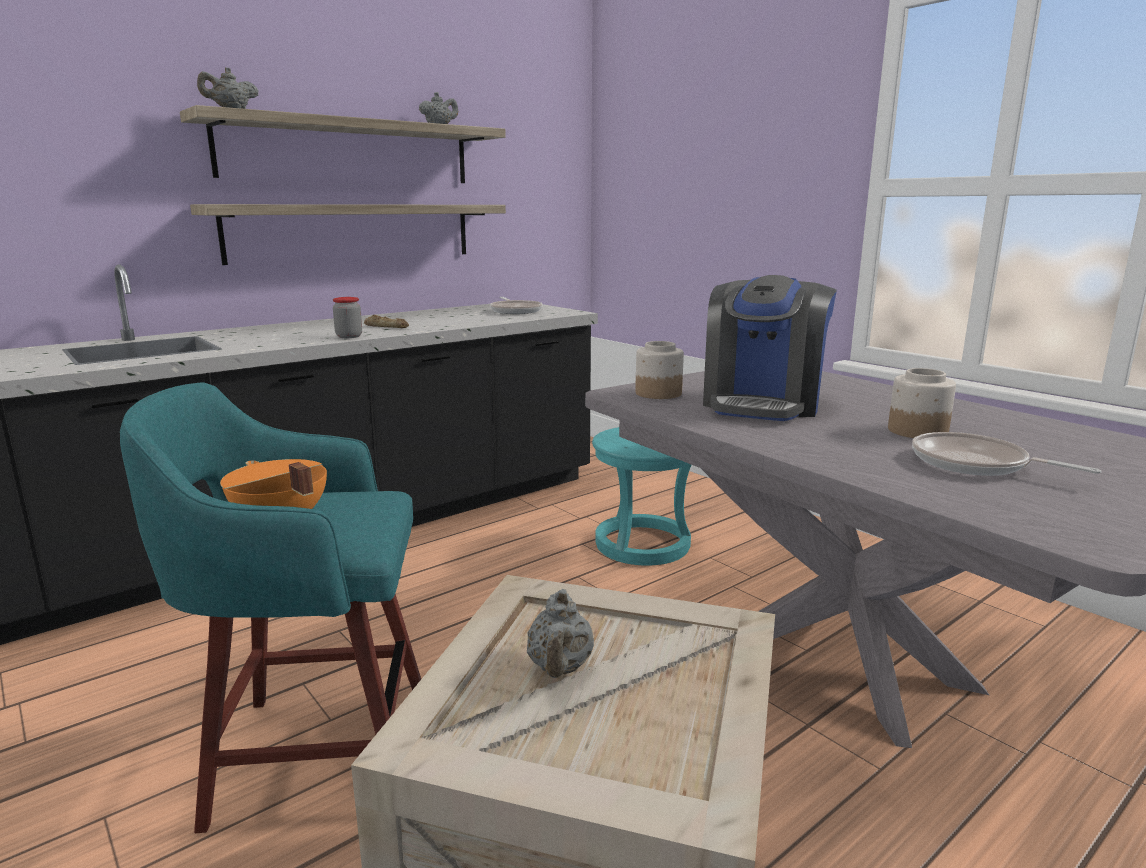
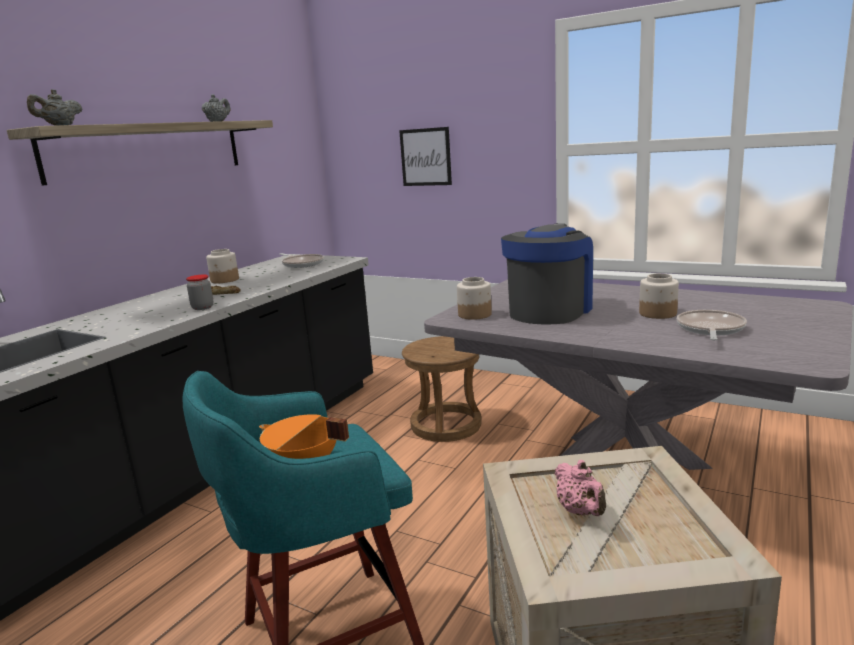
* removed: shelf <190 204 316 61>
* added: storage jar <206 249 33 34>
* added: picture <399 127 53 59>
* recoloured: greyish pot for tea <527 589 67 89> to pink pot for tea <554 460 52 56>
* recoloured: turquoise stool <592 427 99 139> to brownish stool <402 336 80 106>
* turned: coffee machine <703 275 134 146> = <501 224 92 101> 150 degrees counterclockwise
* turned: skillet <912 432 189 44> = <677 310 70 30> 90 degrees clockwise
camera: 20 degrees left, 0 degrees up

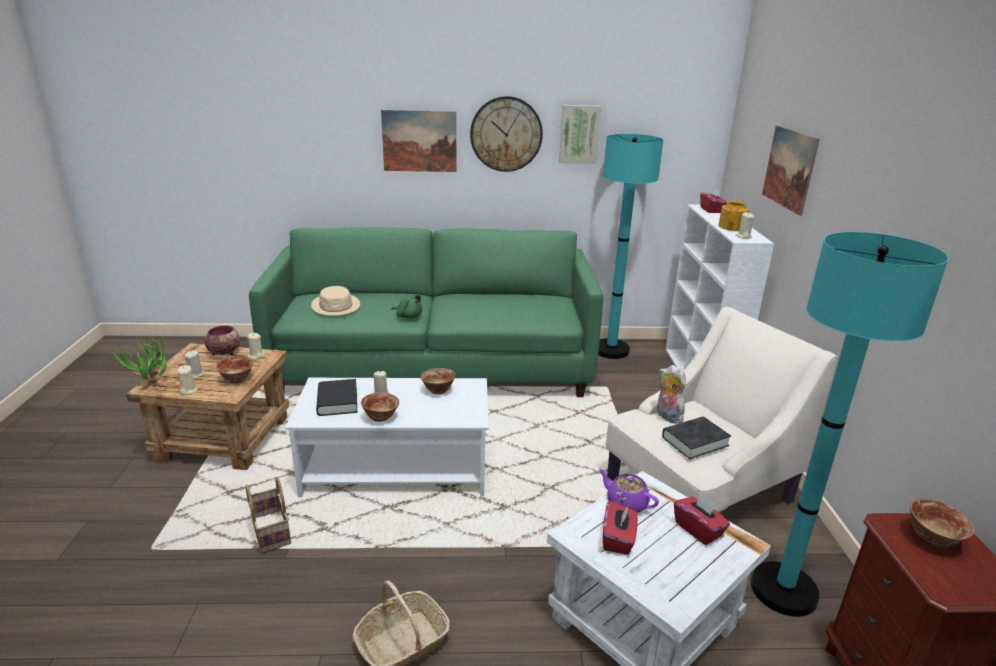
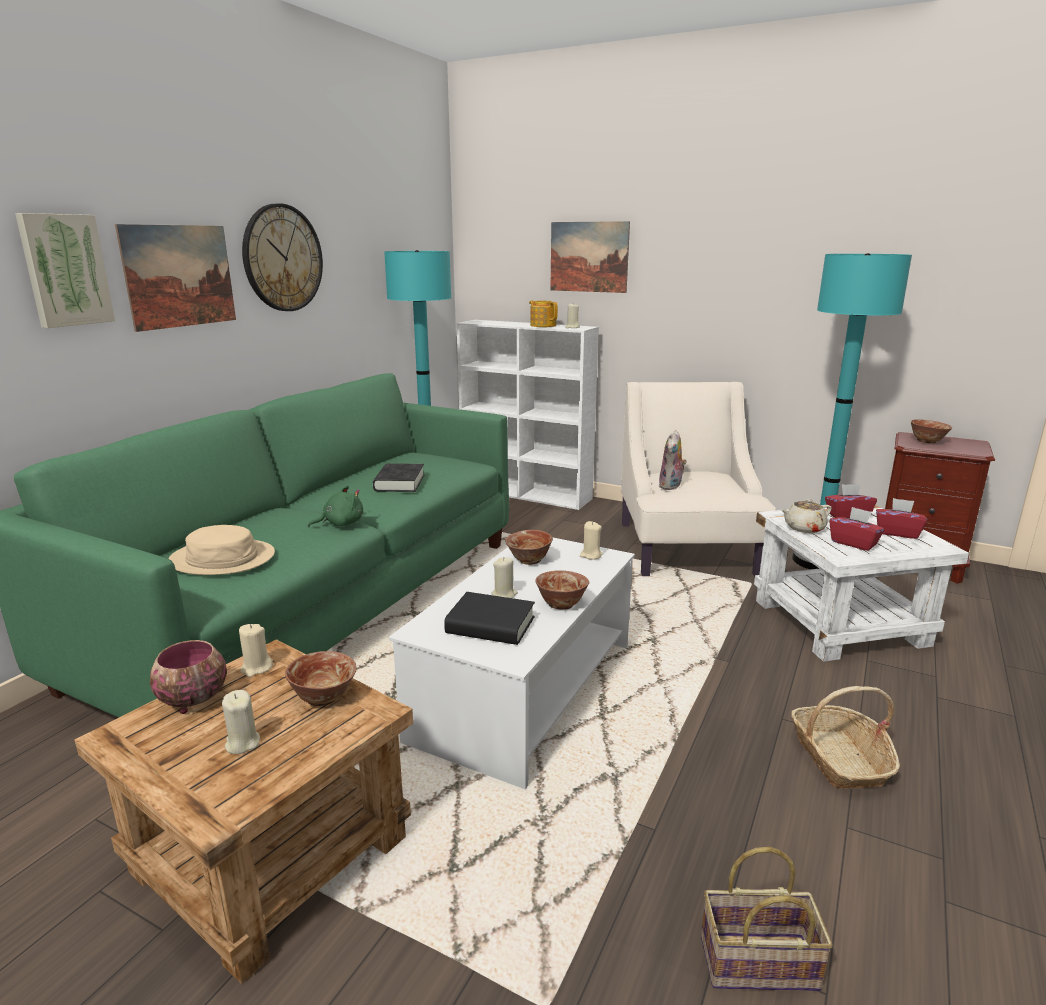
* removed: plant in a pot <110 336 57 47>
* moved: beige wax candle <178 365 19 30> to <580 521 22 39>
* moved: basket <245 477 46 77> to <701 847 132 144>
* moved: picture <559 105 42 59> to <15 213 100 115>
* moved: black-coloured bound book <662 417 69 42> to <373 463 51 29>
* moved: reddish tissue box <700 188 27 25> to <876 498 51 41>
* recoloured: purple pot for tea <599 469 60 44> to beige pot for tea <781 499 51 34>
* turned: cuddly toy <657 365 29 59> = <659 430 28 60> 60 degrees counterclockwise
camera: 60 degrees left, 5 degrees down

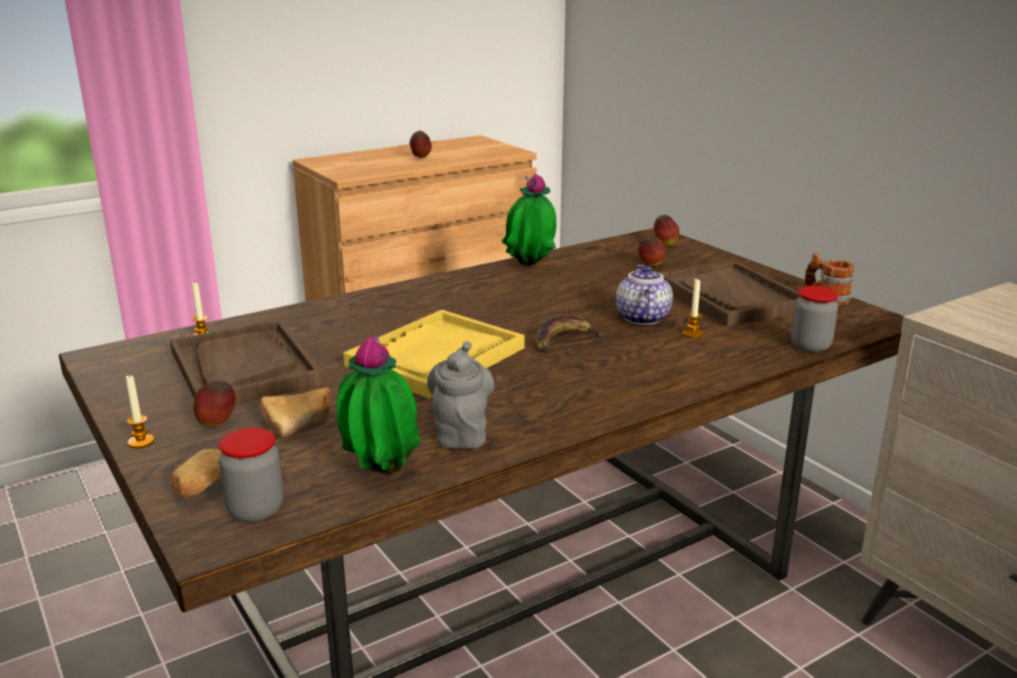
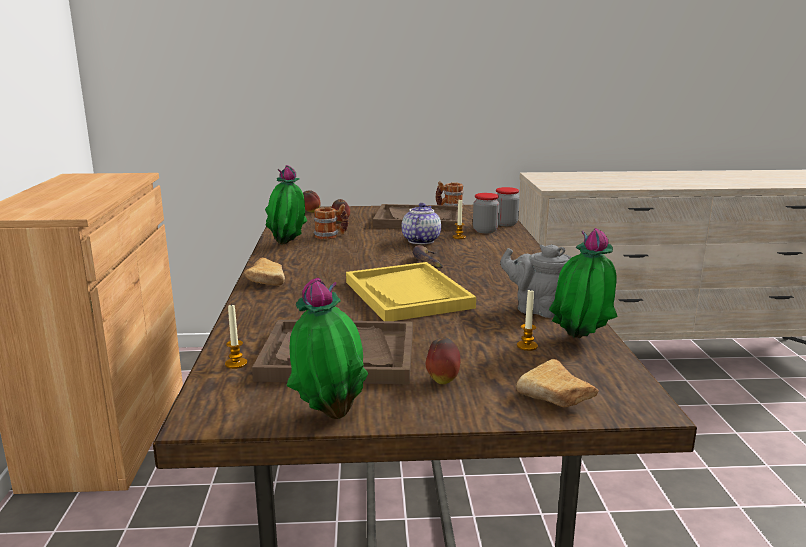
* removed: apple fruit <410 131 22 27>
* added: plant in a pot <287 278 81 141>
* added: coffee mug <313 204 36 36>
* moved: wax candle <126 375 28 73> to <517 290 21 61>
* moved: storage jar <219 428 64 94> to <473 193 26 40>
* moved: bakery bread <259 387 72 51> to <244 258 41 28>
* turned: pot for tea <616 265 57 60> = <402 203 39 41> 75 degrees clockwise
camera: 60 degrees left, 5 degrees down

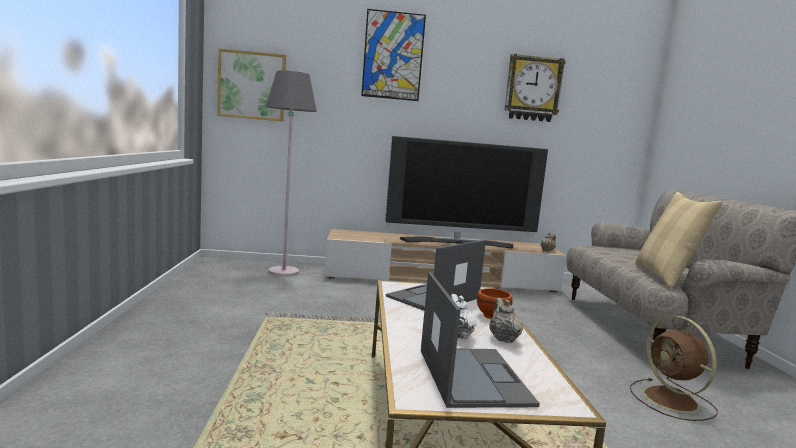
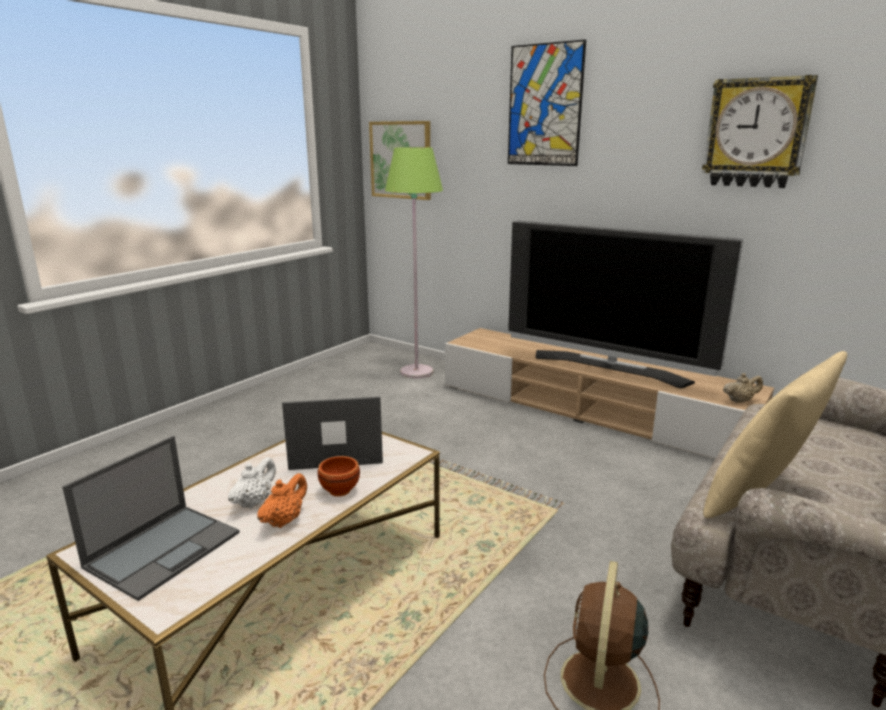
* recoloured: greyish standing lamp <266 70 51 207> to greenish standing lamp <385 147 58 232>
* recoloured: beige pot for tea <489 297 34 46> to orangey pot for tea <257 473 50 55>
camera: 40 degrees right, 10 degrees up

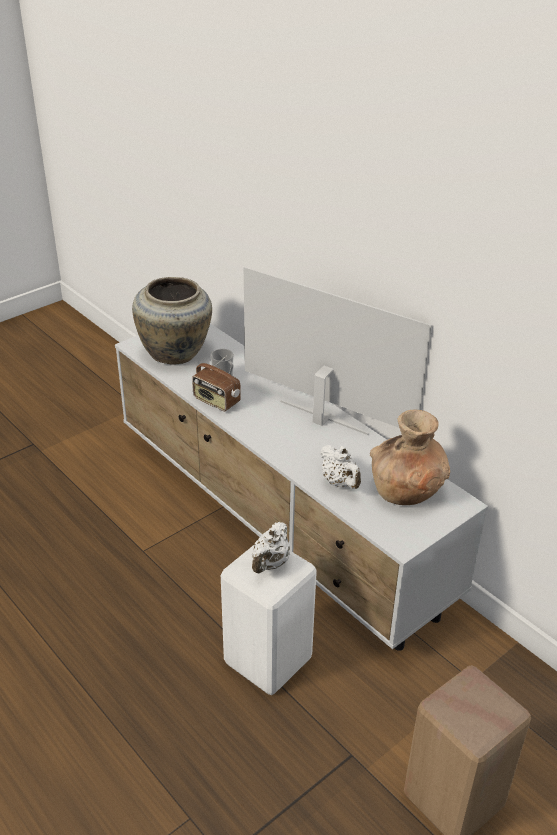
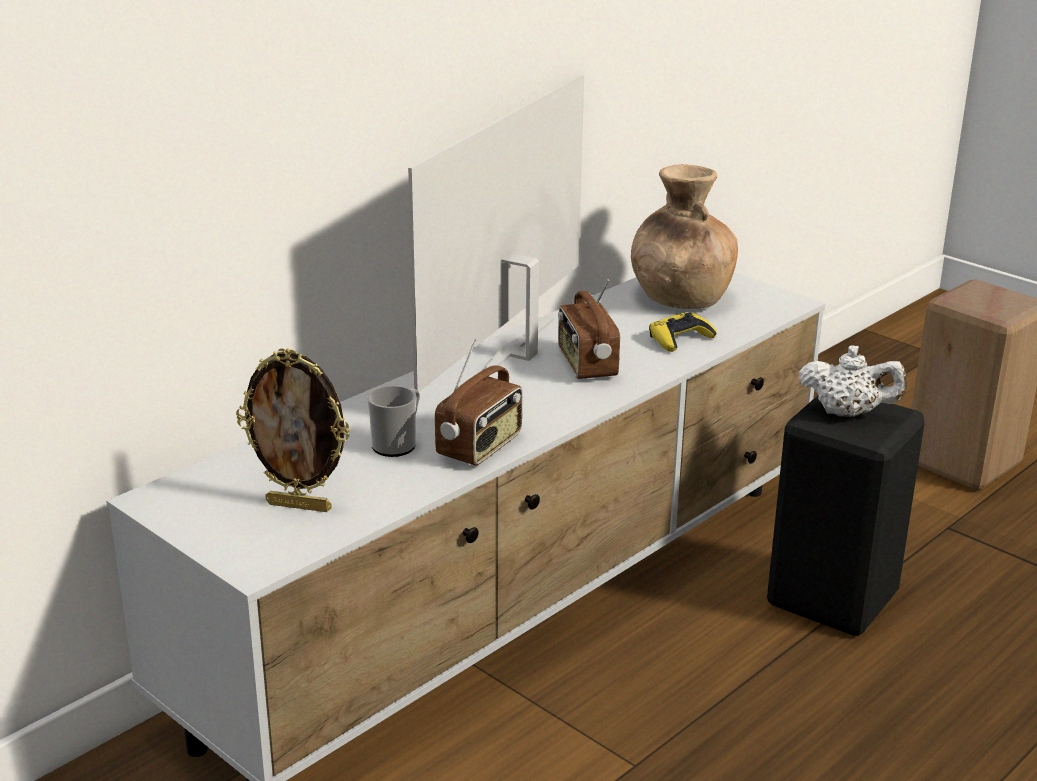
* added: radio <558 279 62 100>
* replaced: beige decorative vase <132 277 80 88> to photo frame <236 348 114 164>
* replaced: white pot for tea <320 445 41 44> to yellow game controller <649 312 68 40>
* recoloured: white stool <221 545 96 150> to black-coloured stool <767 396 157 240>
camera: 95 degrees left, 10 degrees down

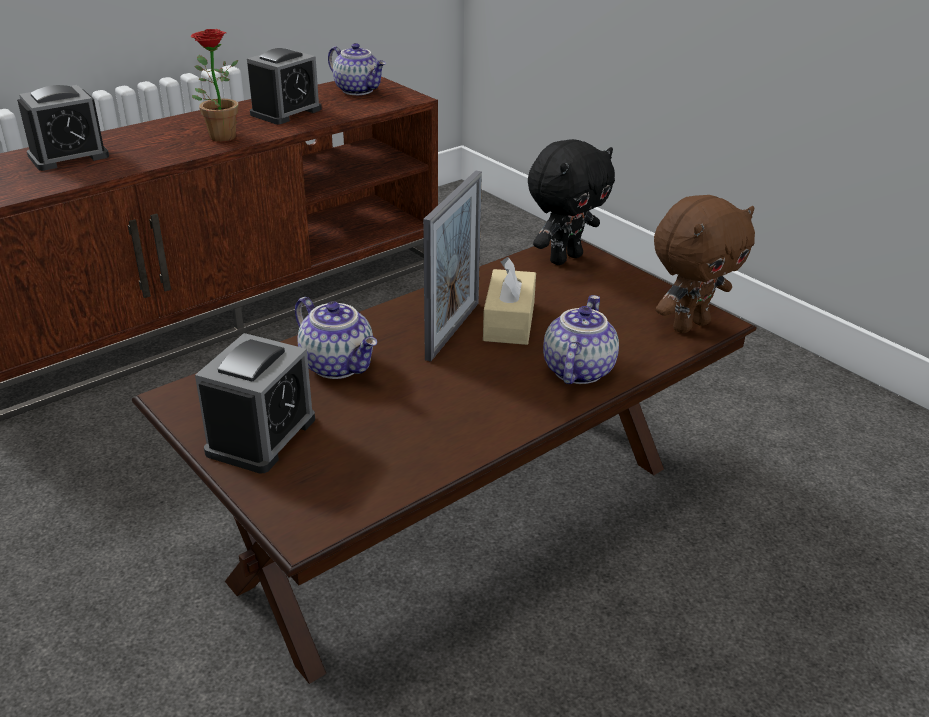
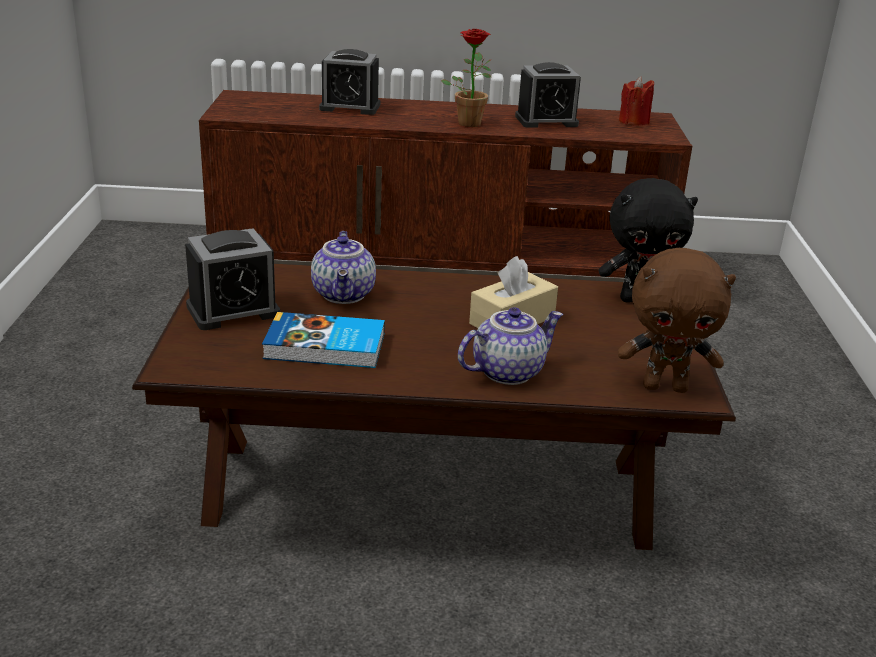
* removed: photo frame <423 170 59 192>
* added: bound book <262 312 123 56>
* replaced: pot for tea <328 43 58 52> to reddish wax candle <619 77 35 49>
camera: 40 degrees right, 5 degrees down

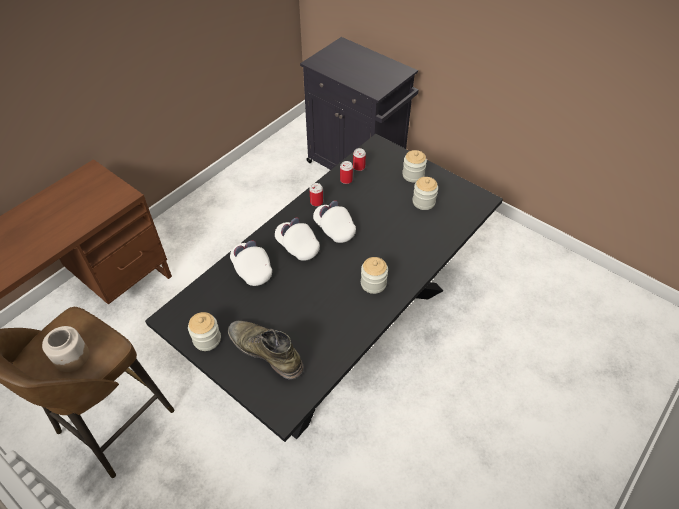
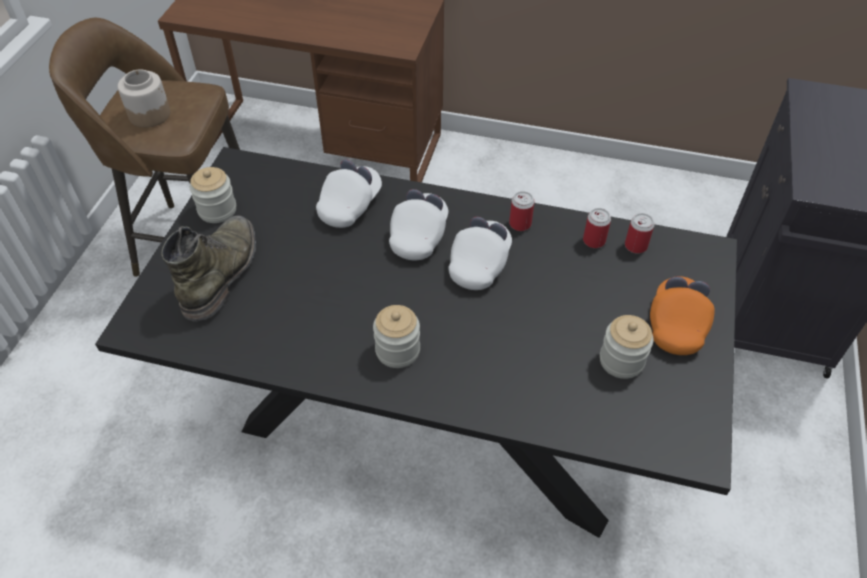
* replaced: storage jar <402 150 25 33> to orangey peaked cap <650 276 65 79>
camera: 65 degrees right, 0 degrees up

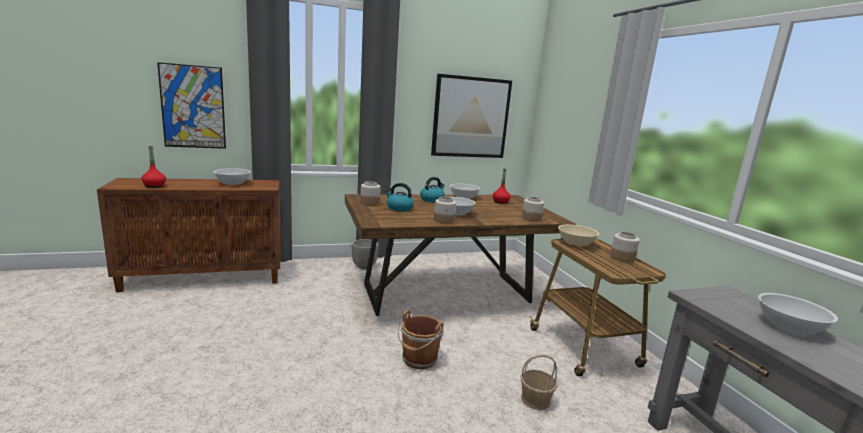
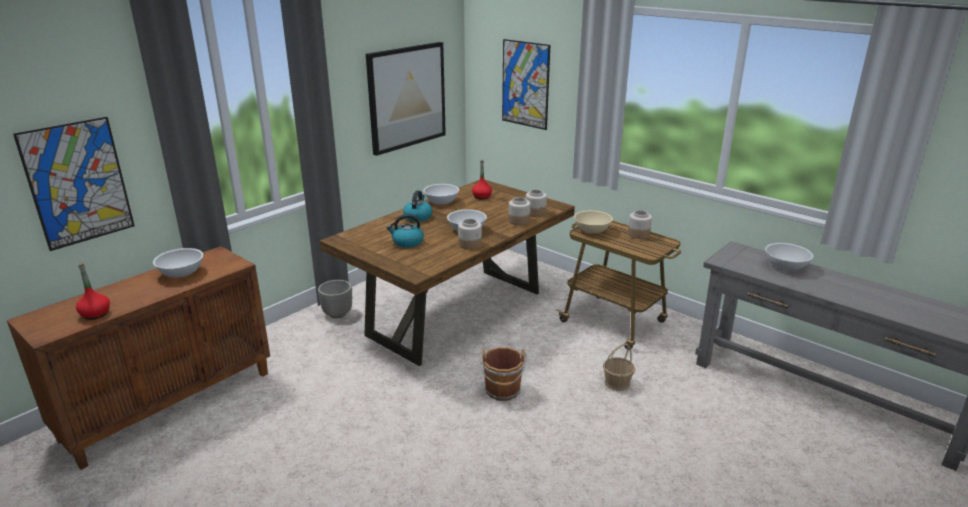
* added: picture <502 39 48 91>
* moved: storage jar <360 181 21 24> to <509 197 22 29>
camera: 30 degrees left, 10 degrees up

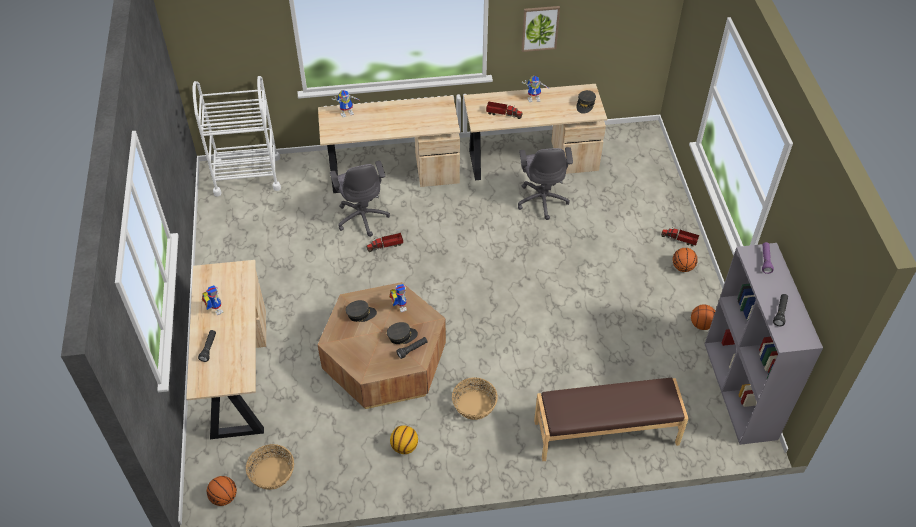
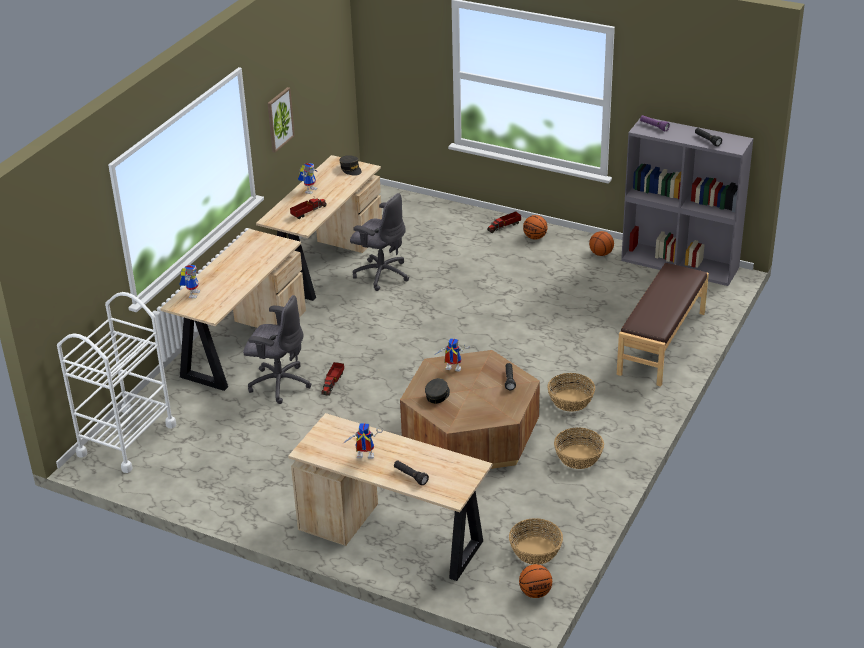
* removed: greyish peaked cap <387 322 31 22>
* replaced: basketball ball <390 425 28 29> to basket <554 427 50 42>
camera: 55 degrees left, 15 degrees down

